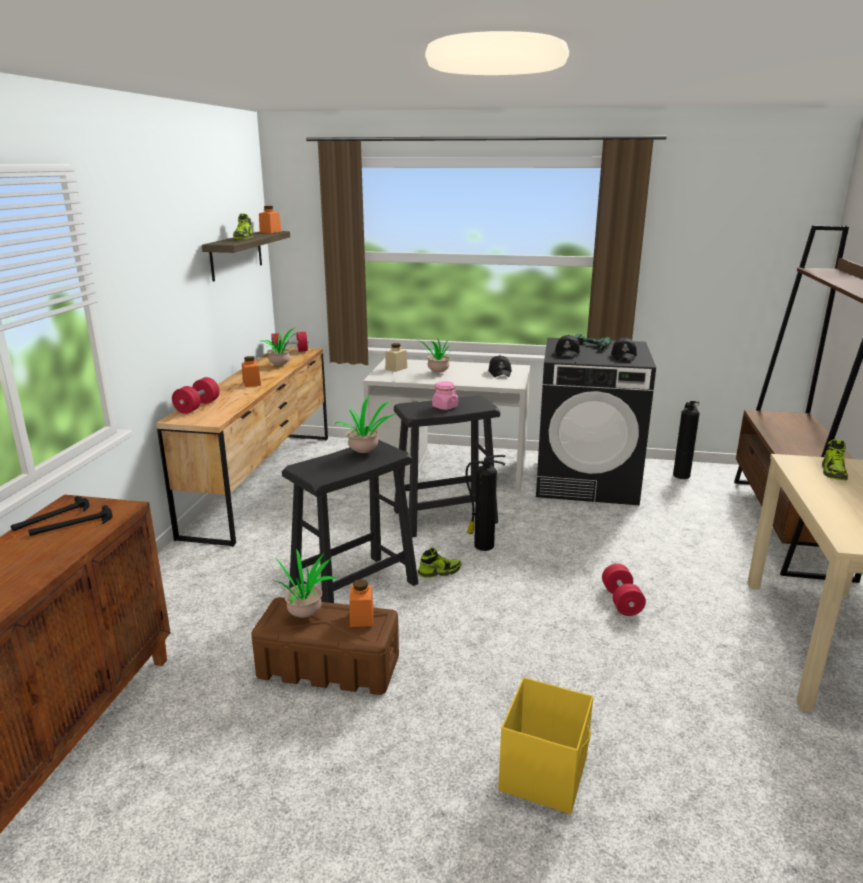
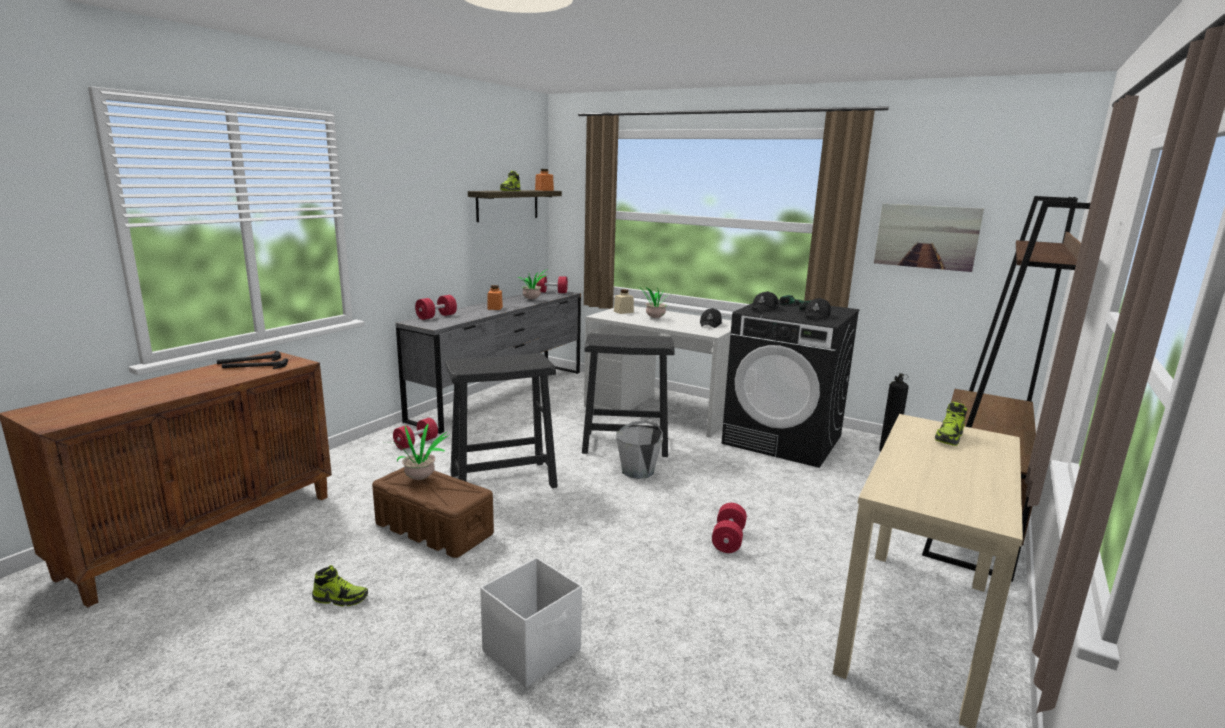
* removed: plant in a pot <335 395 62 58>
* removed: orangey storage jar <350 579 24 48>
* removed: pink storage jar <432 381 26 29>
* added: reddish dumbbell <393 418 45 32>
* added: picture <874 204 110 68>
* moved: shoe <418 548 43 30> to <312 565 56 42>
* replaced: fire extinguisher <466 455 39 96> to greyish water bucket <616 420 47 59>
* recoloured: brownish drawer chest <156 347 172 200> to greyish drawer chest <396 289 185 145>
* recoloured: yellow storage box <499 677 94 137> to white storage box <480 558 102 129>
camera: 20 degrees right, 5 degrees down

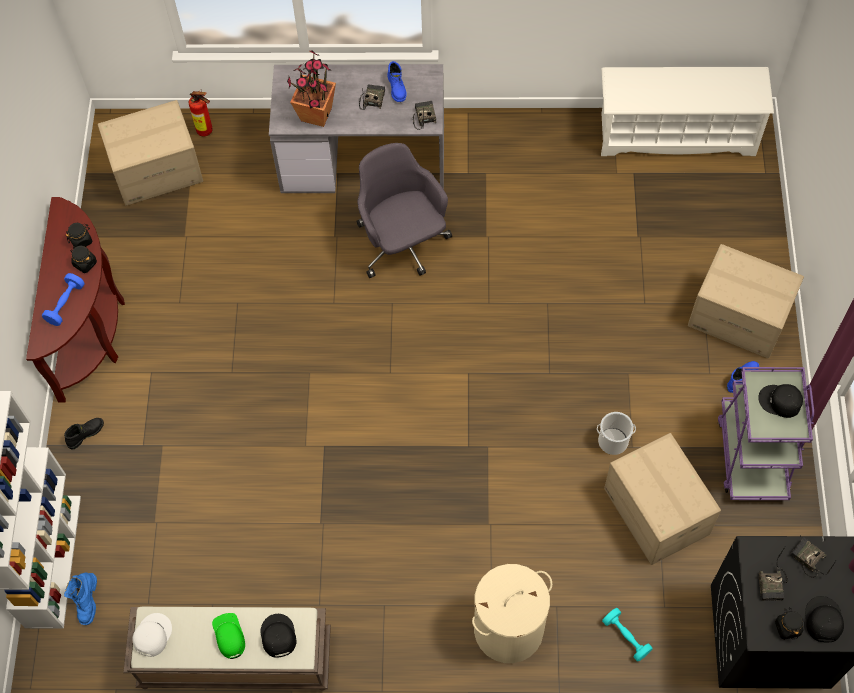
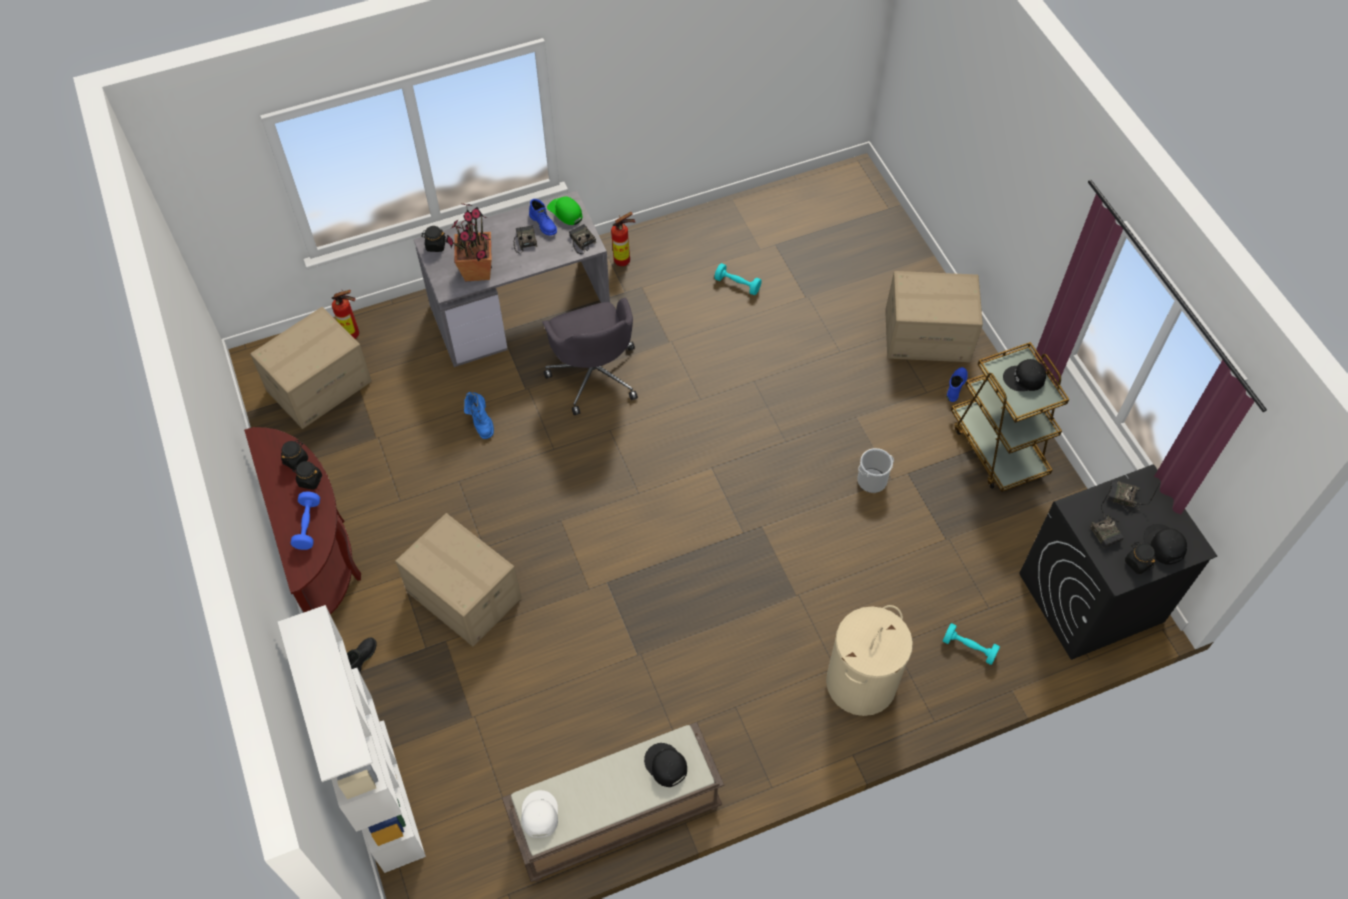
* removed: white shoe shelf <601 67 173 89>
* added: black-coloured storage jar <421 226 26 26>
* added: fire extinguisher <611 212 24 54>
* added: turquoise dumbbell <714 263 48 32>
* moved: bluish tall boot <64 572 33 53> to <464 392 30 47>
* moved: greenish peaked cap <212 613 33 46> to <547 196 36 29>
* moved: cardboard box <604 433 117 132> to <395 513 126 134>
* recoloured: purple wheeled cart <718 367 96 133> to brownish wheeled cart <951 342 118 150>
* turned: greyish desk chair <356 143 96 135> = <542 298 96 117> 150 degrees counterclockwise
camera: 25 degrees left, 5 degrees down

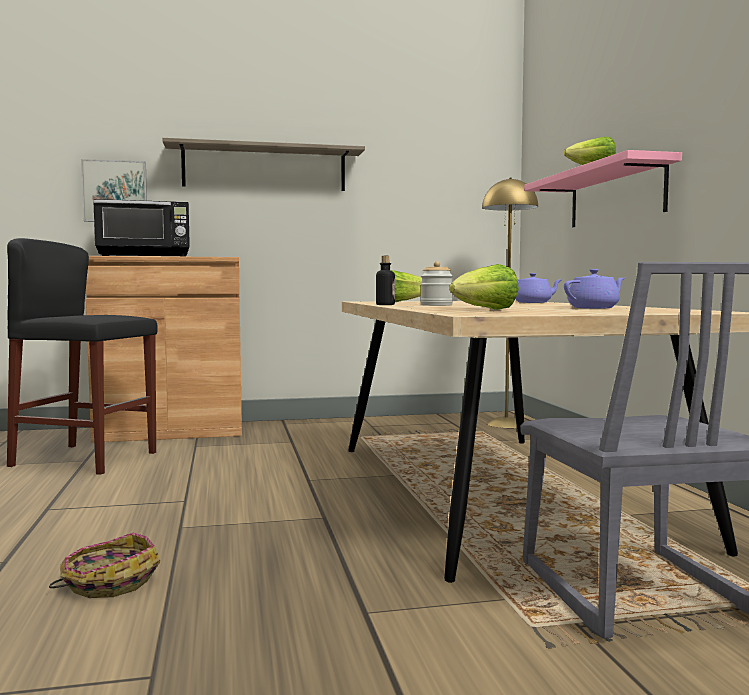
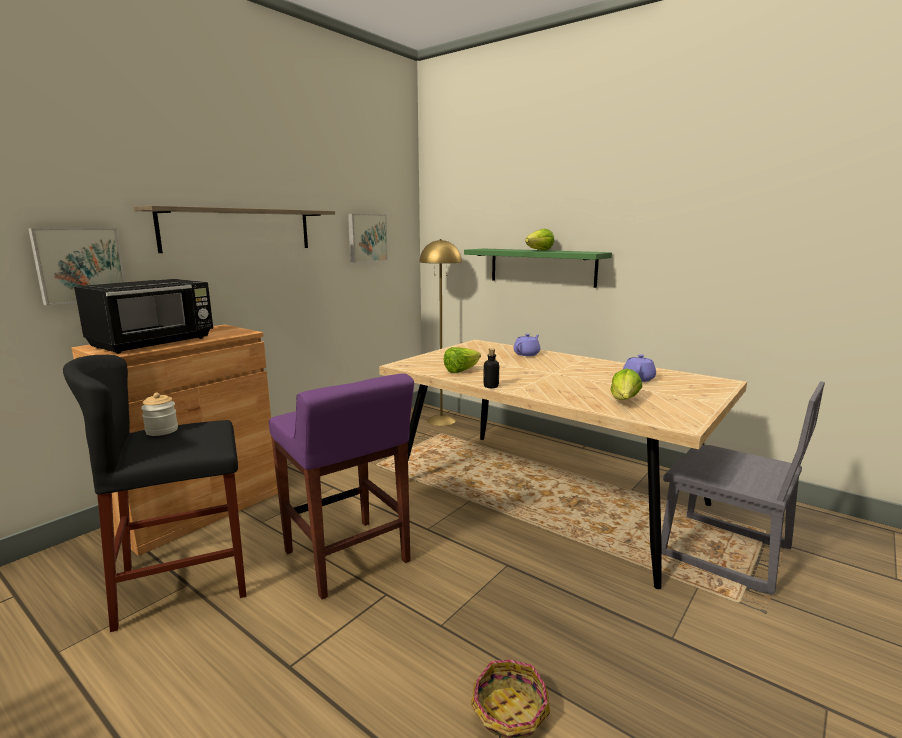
* added: purple stool <269 374 145 226>
* added: picture <348 214 40 49>
* moved: storage jar <420 261 33 45> to <141 393 37 43>
* recoloured: pink shelf <524 150 158 77> to greenish shelf <464 249 148 39>
camera: 40 degrees left, 10 degrees up

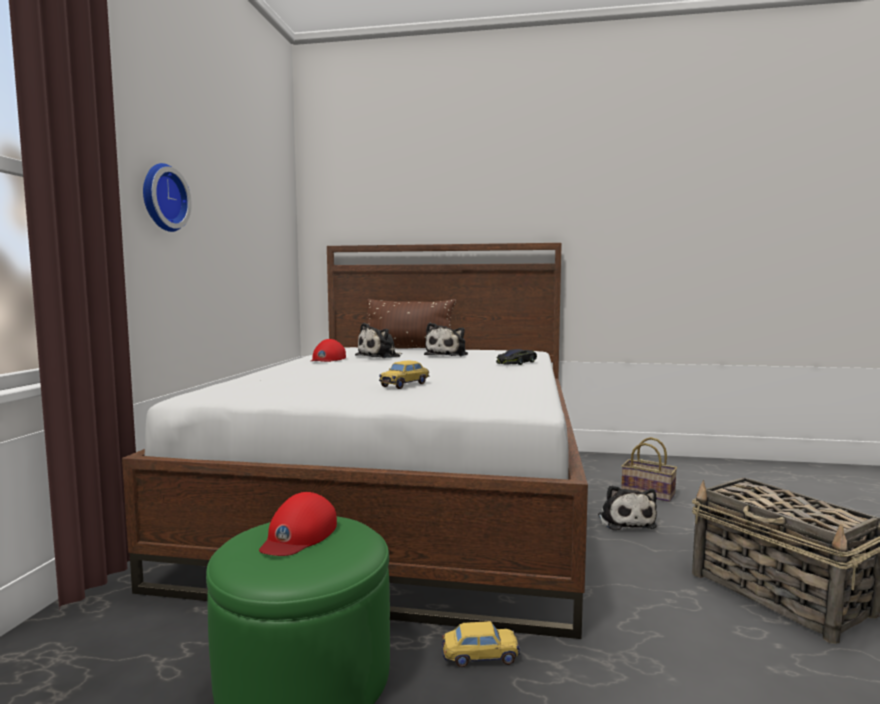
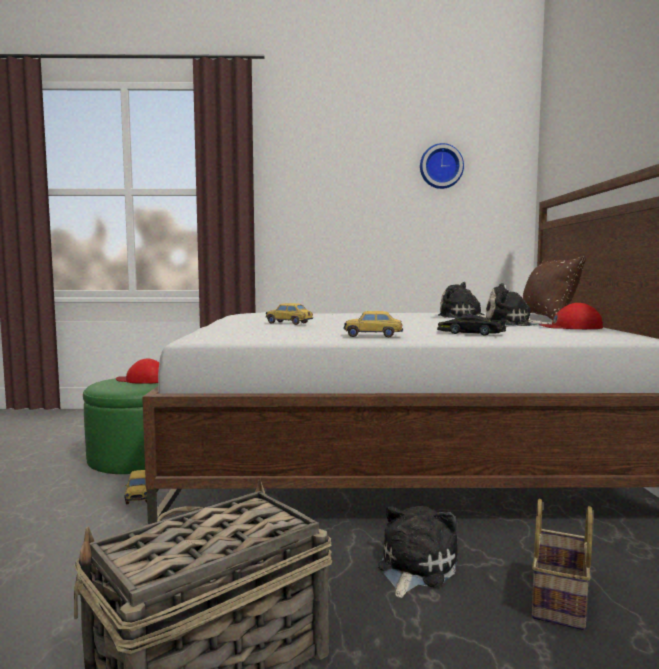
* added: toy car <343 311 60 26>
* moved: wall clock <143 163 49 69> to <420 143 44 46>
* moved: reddish peaked cap <311 339 35 23> to <539 303 64 26>
* turned: cuddly toy <598 485 59 45> = <378 506 80 92> 135 degrees clockwise
camera: 80 degrees right, 0 degrees up

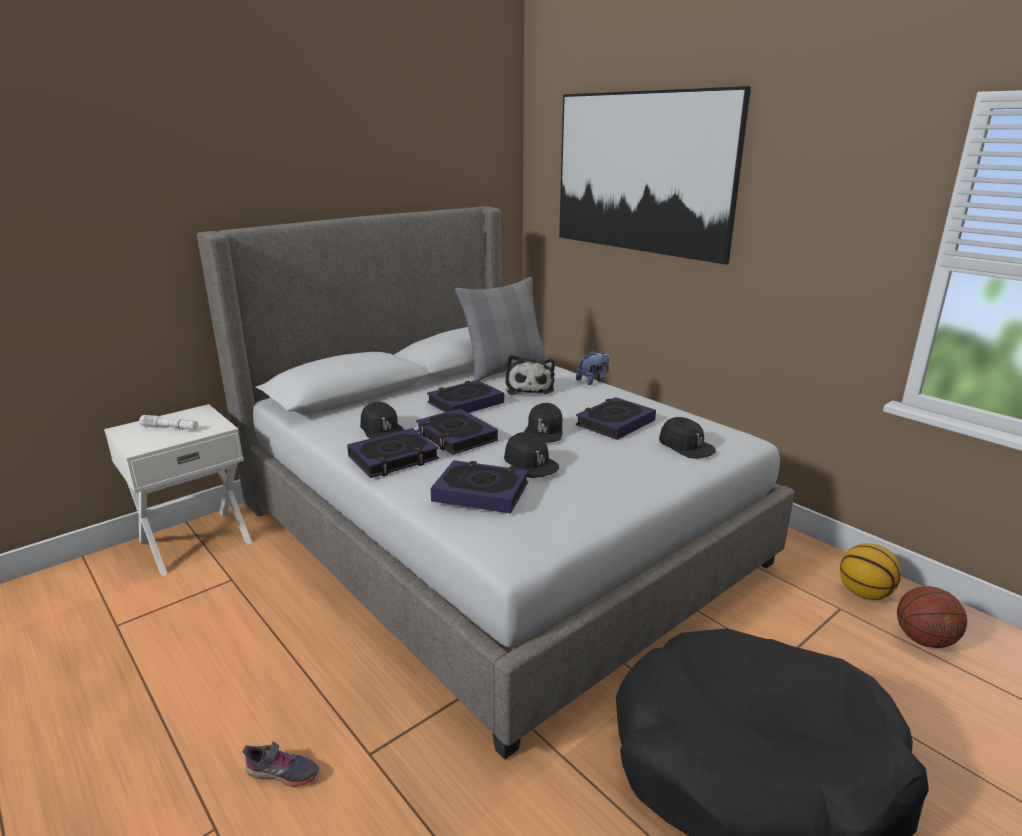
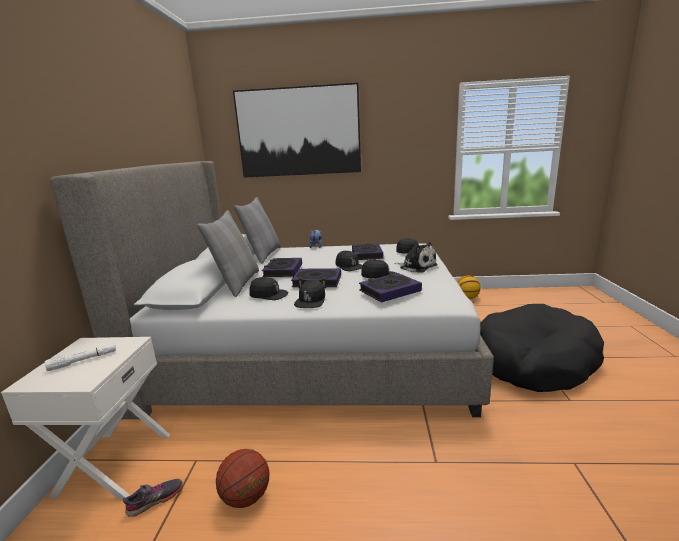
* added: greyish pillow <197 210 62 87>
* moved: greyish shoe <243 741 76 46> to <123 479 60 38>
* moved: cuddly toy <505 355 50 40> to <394 242 44 31>
* moved: basketball ball <897 586 70 62> to <216 449 53 59>
* replaced: bound book <347 428 92 50> to black-coloured peaked cap <294 279 31 29>
camera: 45 degrees left, 5 degrees down

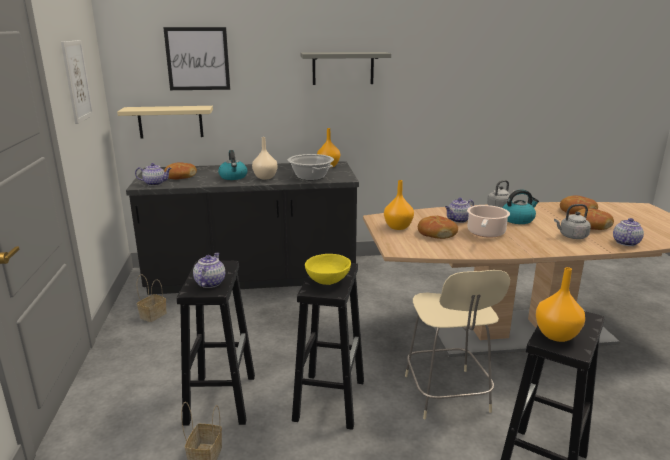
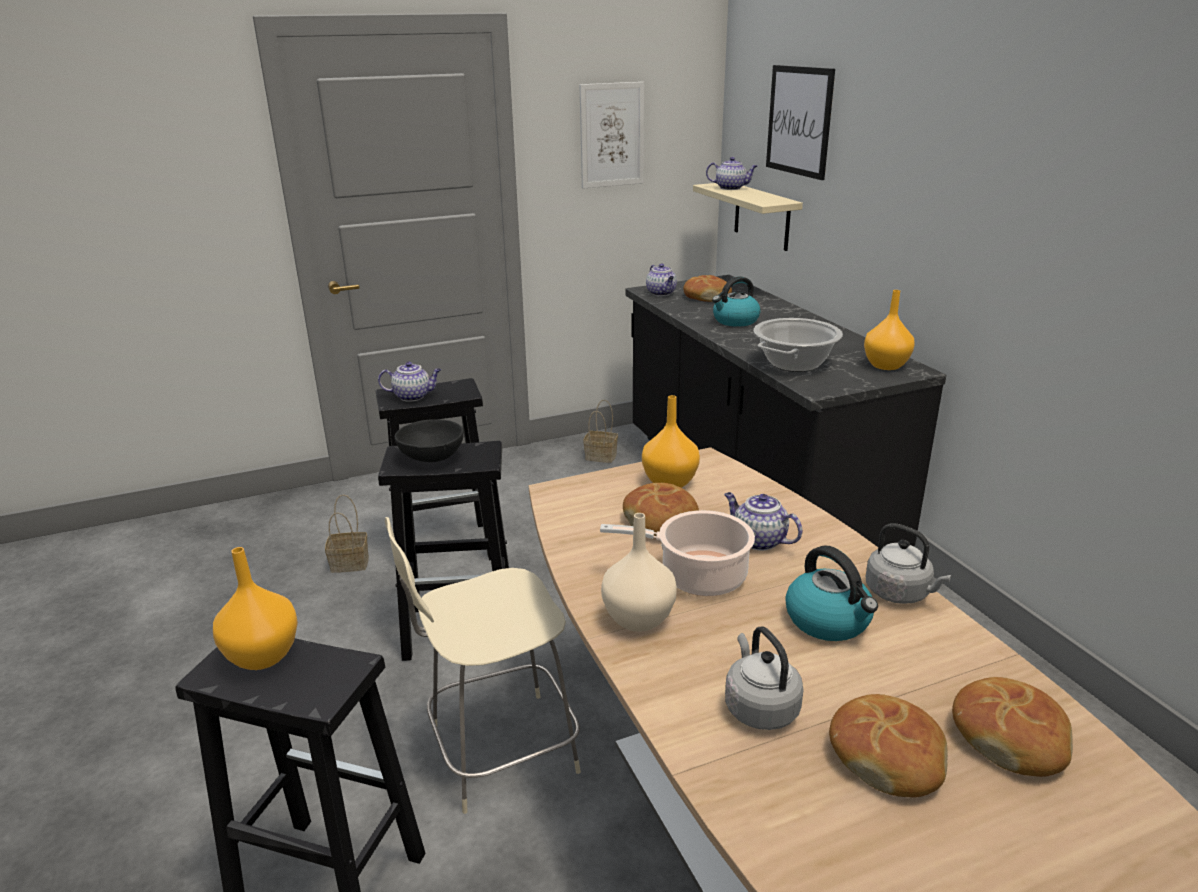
* removed: greyish shelf <301 52 90 33>
* moved: beige decorative vase <252 137 26 43> to <601 513 76 119>
* moved: pot for tea <613 218 31 28> to <706 157 51 33>
* recoloured: yellow serving bowl <305 254 46 31> to black-coloured serving bowl <395 420 69 42>
camera: 75 degrees right, 5 degrees up

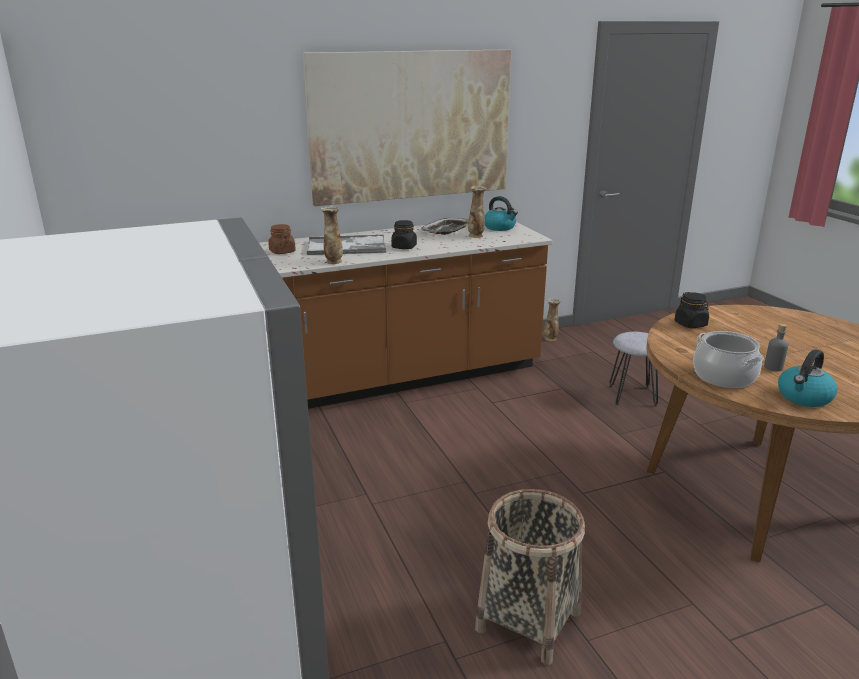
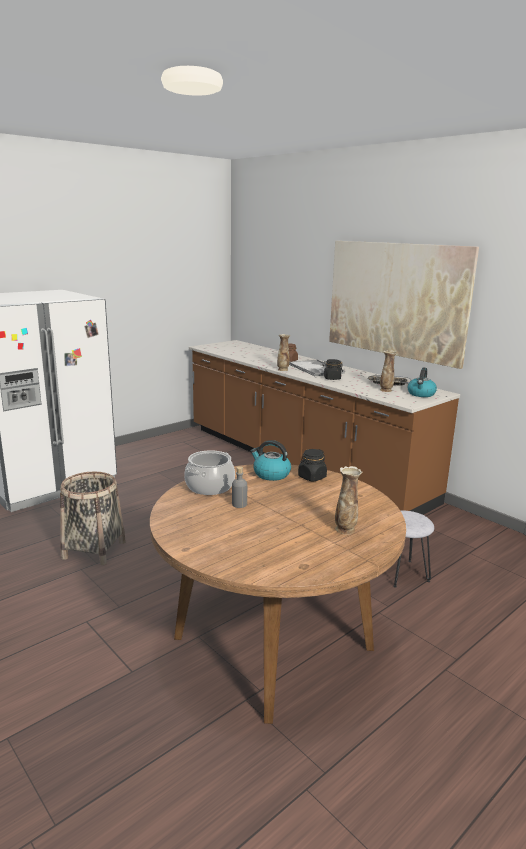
* moved: decorative vase <544 298 17 43> to <335 466 27 69>
* moved: kettle <778 349 60 58> to <250 440 41 41>
camera: 70 degrees right, 5 degrees down

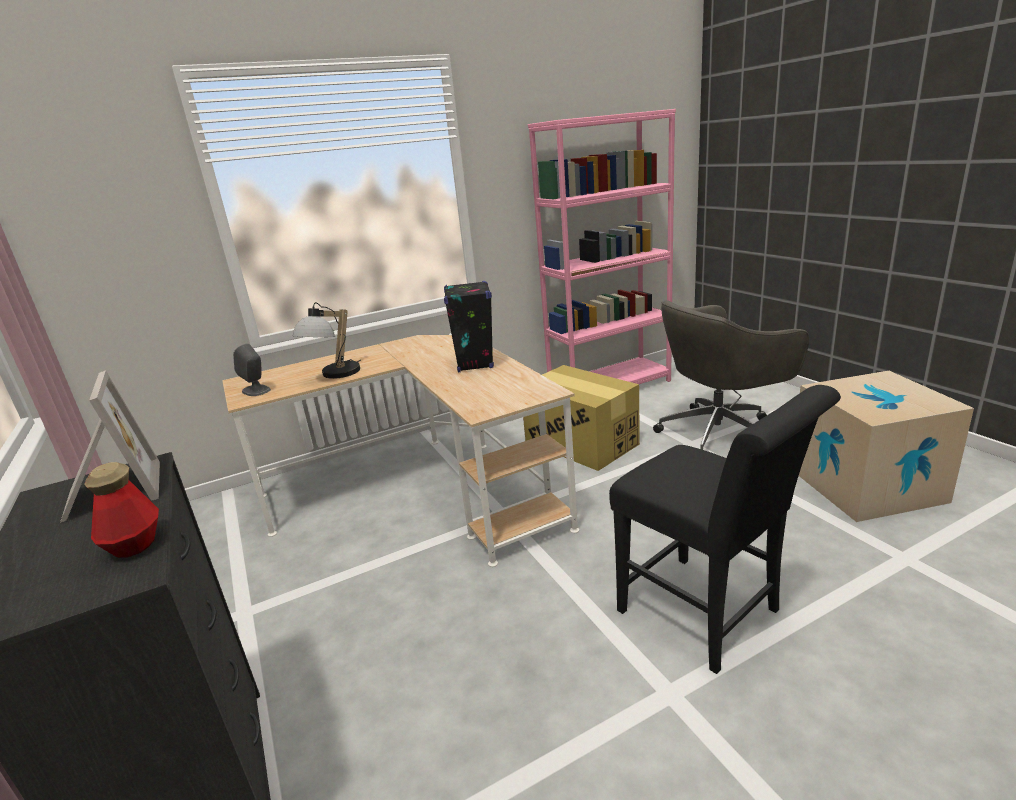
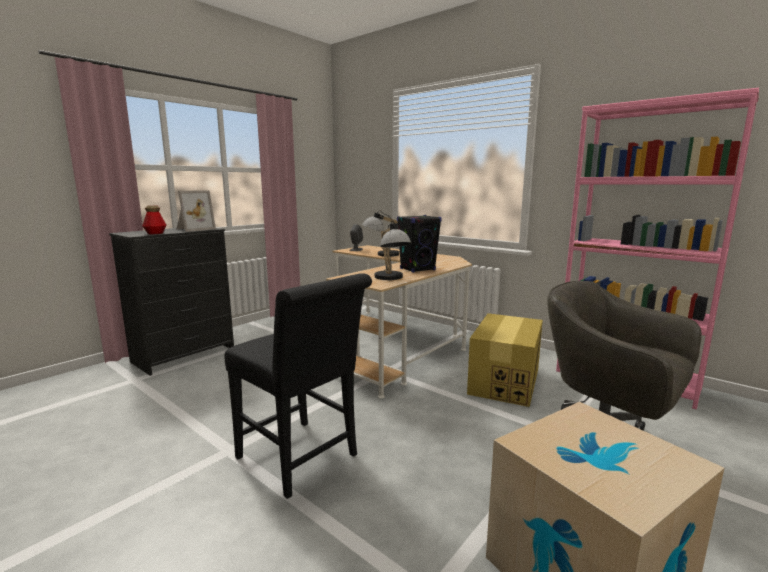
* added: lamp for a table <375 220 36 60>
* turned: black-coloured plain chair <609 385 232 289> = <224 273 148 226> 75 degrees counterclockwise
camera: 65 degrees right, 10 degrees down

